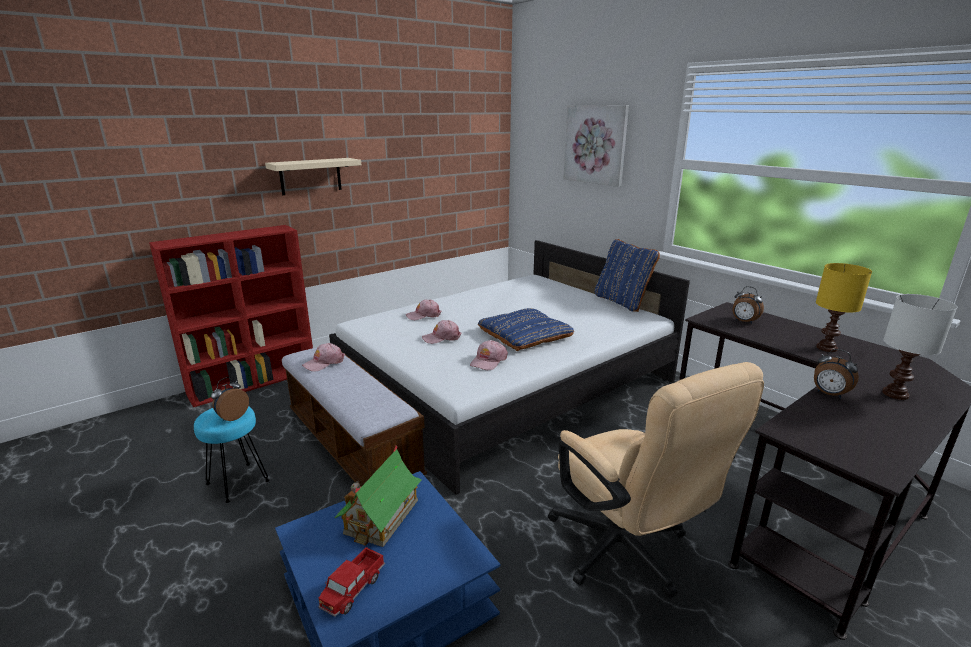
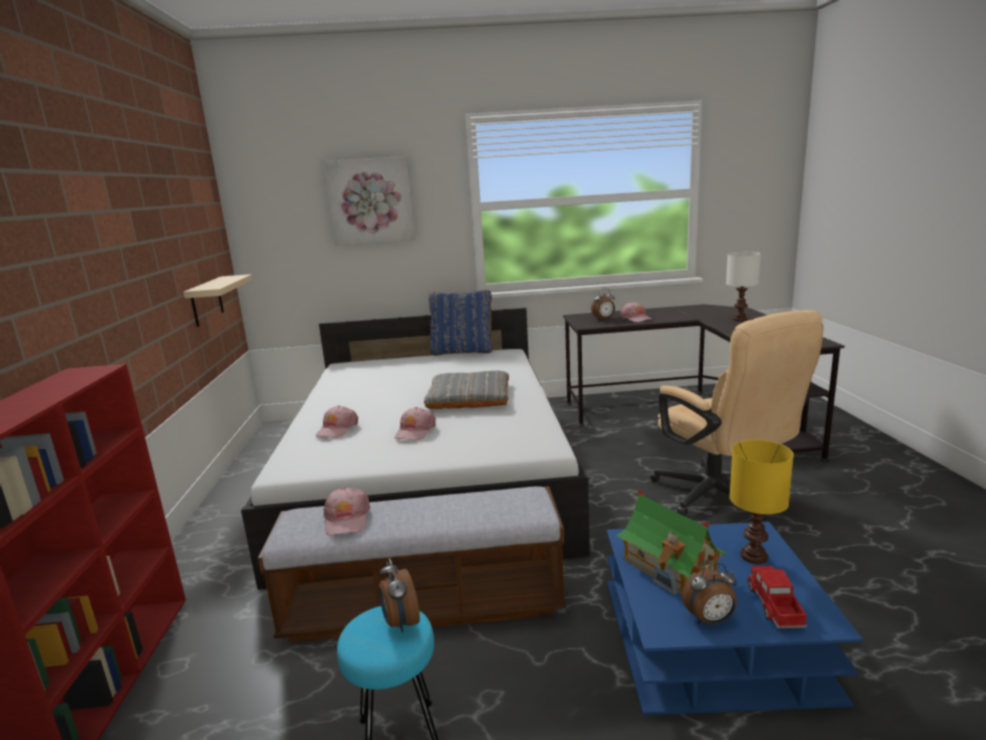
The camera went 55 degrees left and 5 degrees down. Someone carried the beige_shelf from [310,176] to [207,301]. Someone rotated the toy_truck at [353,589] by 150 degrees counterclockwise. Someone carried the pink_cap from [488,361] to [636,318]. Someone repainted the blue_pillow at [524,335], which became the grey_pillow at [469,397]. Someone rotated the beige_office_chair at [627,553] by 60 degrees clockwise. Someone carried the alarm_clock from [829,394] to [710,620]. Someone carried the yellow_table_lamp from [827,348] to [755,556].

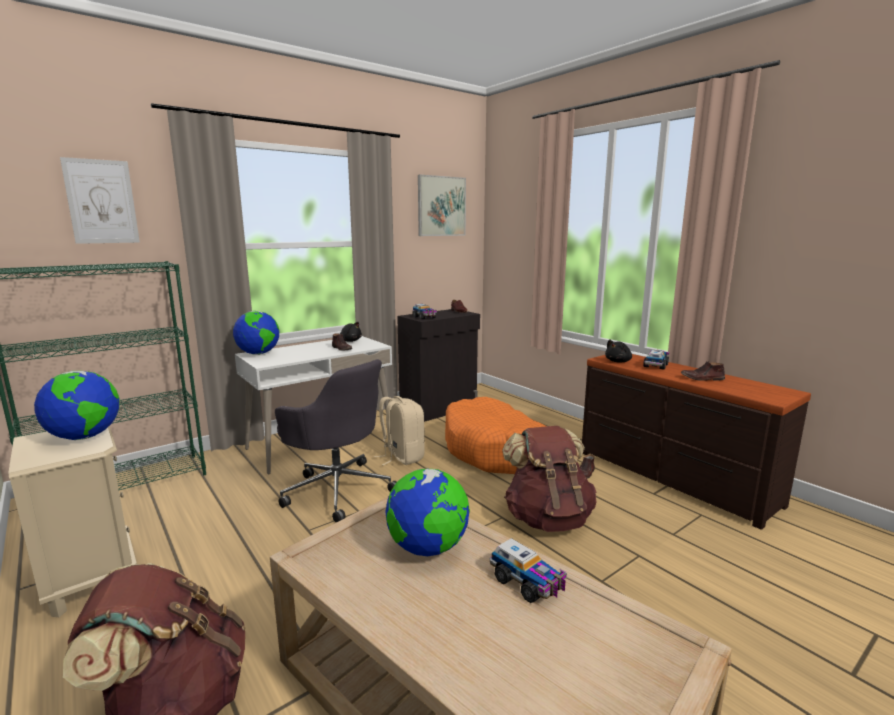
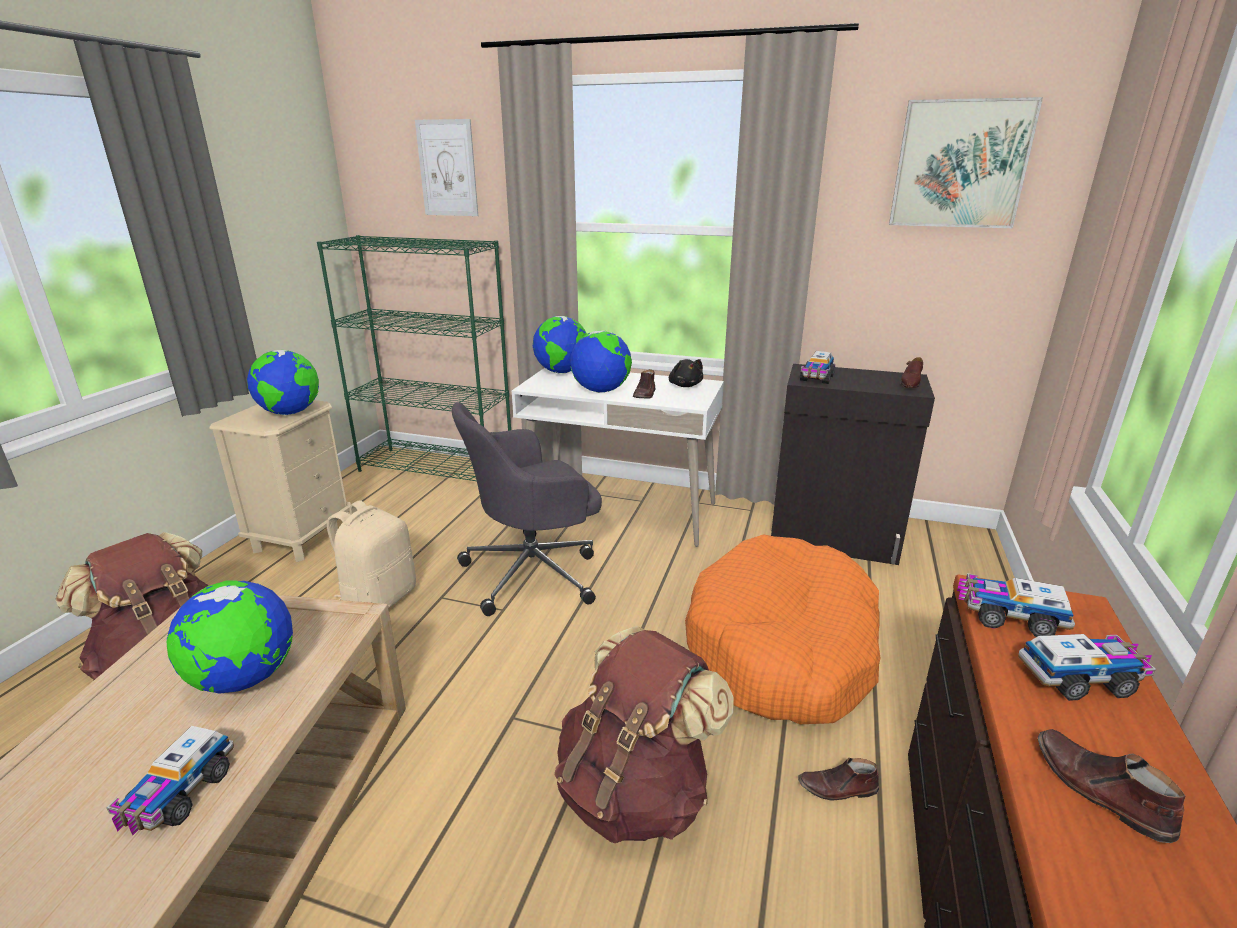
The camera went 55 degrees right and 10 degrees up. Someone rotated the grey_office_chair at [337,489] by 60 degrees clockwise. Someone carried the beige_backpack from [402,457] to [378,599]. Someone swapped the black_plush_toy at [619,361] for the toy_truck at [1008,617]. Someone put down the globe at [601,391].

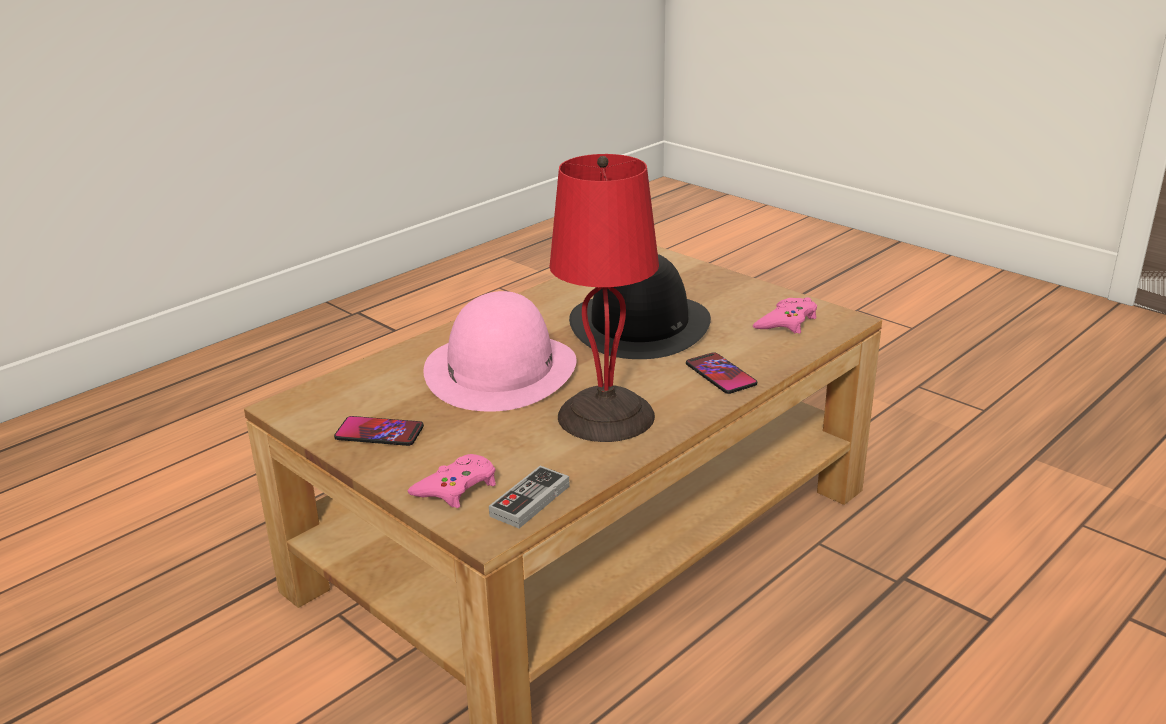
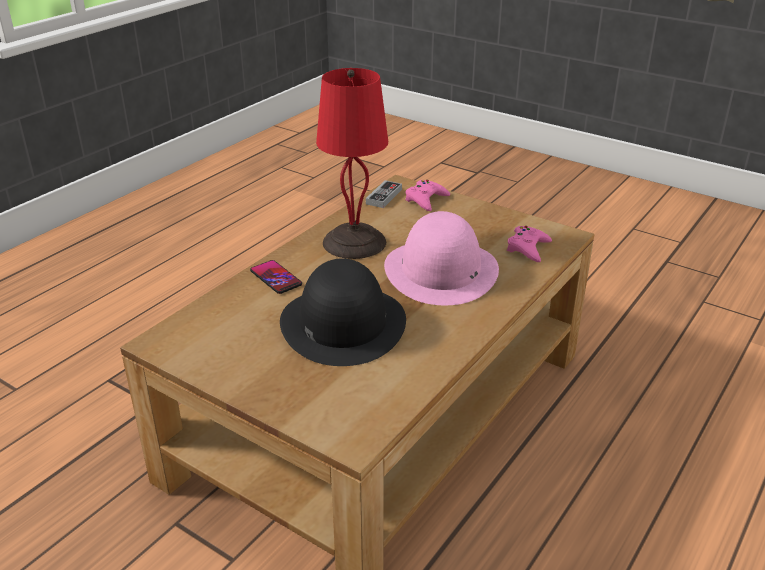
The camera went 170 degrees right and 5 degrees up. Someone took away the phone at [379,433]. Someone carried the pink_game_controller from [786,322] to [528,248].

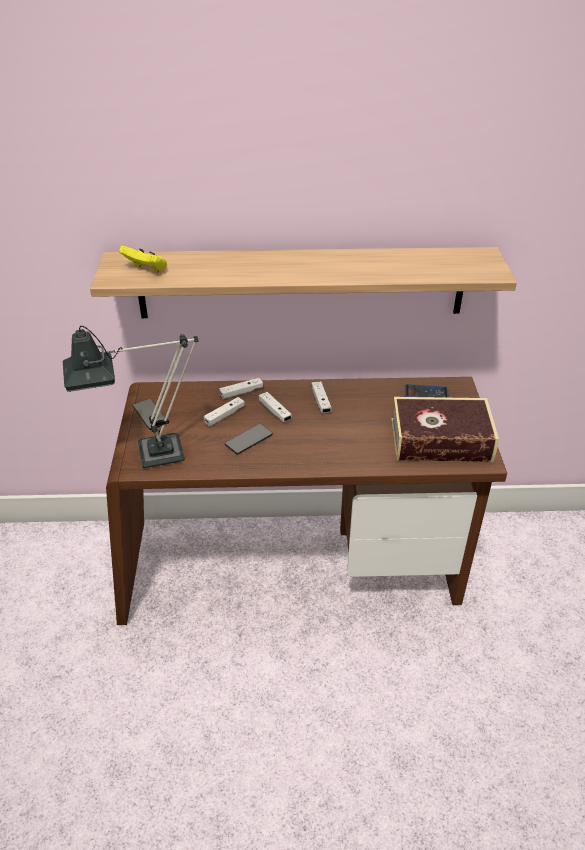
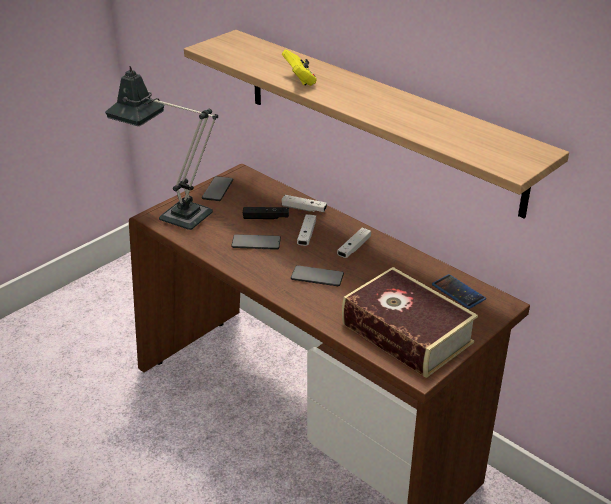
The camera went 45 degrees right and 5 degrees down. Someone carried the yellow_game_controller from [147,270] to [300,81]. Someone repainted the white_game_controller at [224,415], which became the black_game_controller at [266,217]. Someone put down the phone at [317,277].

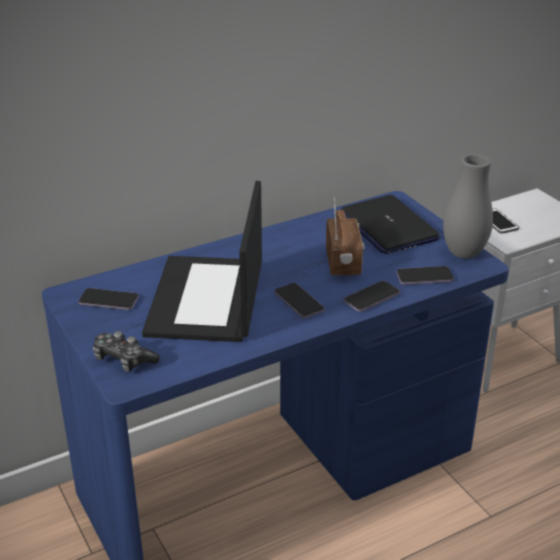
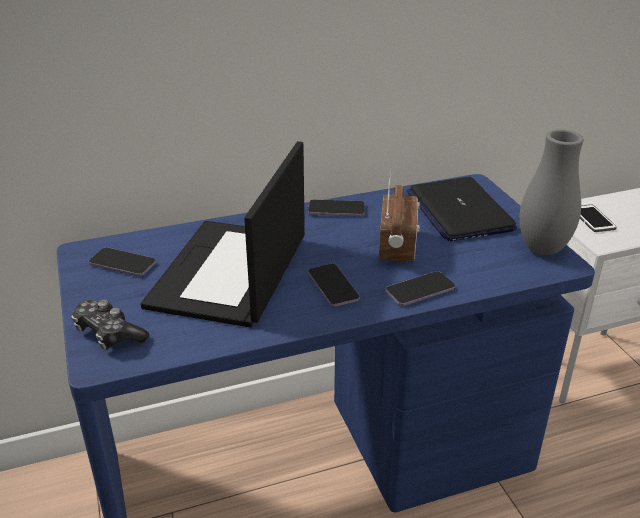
The camera went 10 degrees right and 0 degrees up. Someone carried the phone from [424,277] to [336,210].

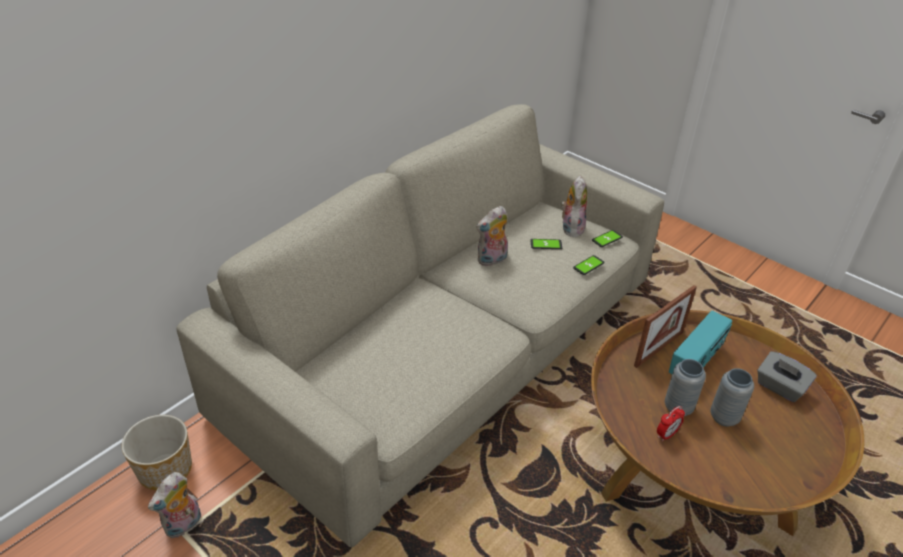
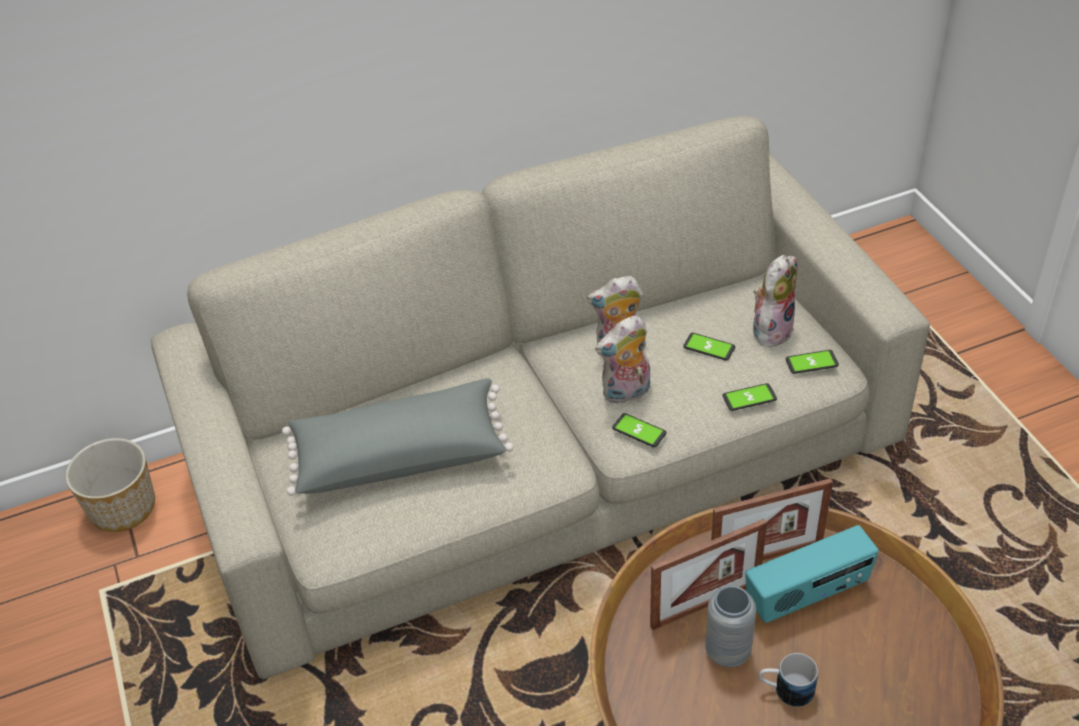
The camera went 30 degrees right and 5 degrees up. Someone carried the plush_toy from [183,526] to [626,393]. Someone took away the alarm_clock at [667,434]. Someone swapped the grey_vase at [724,417] for the mug at [785,690]. Someone took away the grey_tissue_box at [779,387]. Someone put down the grey_pillow at [399,454]. Someone put down the phone at [639,431]. Someone put down the picture_frame at [705,604].

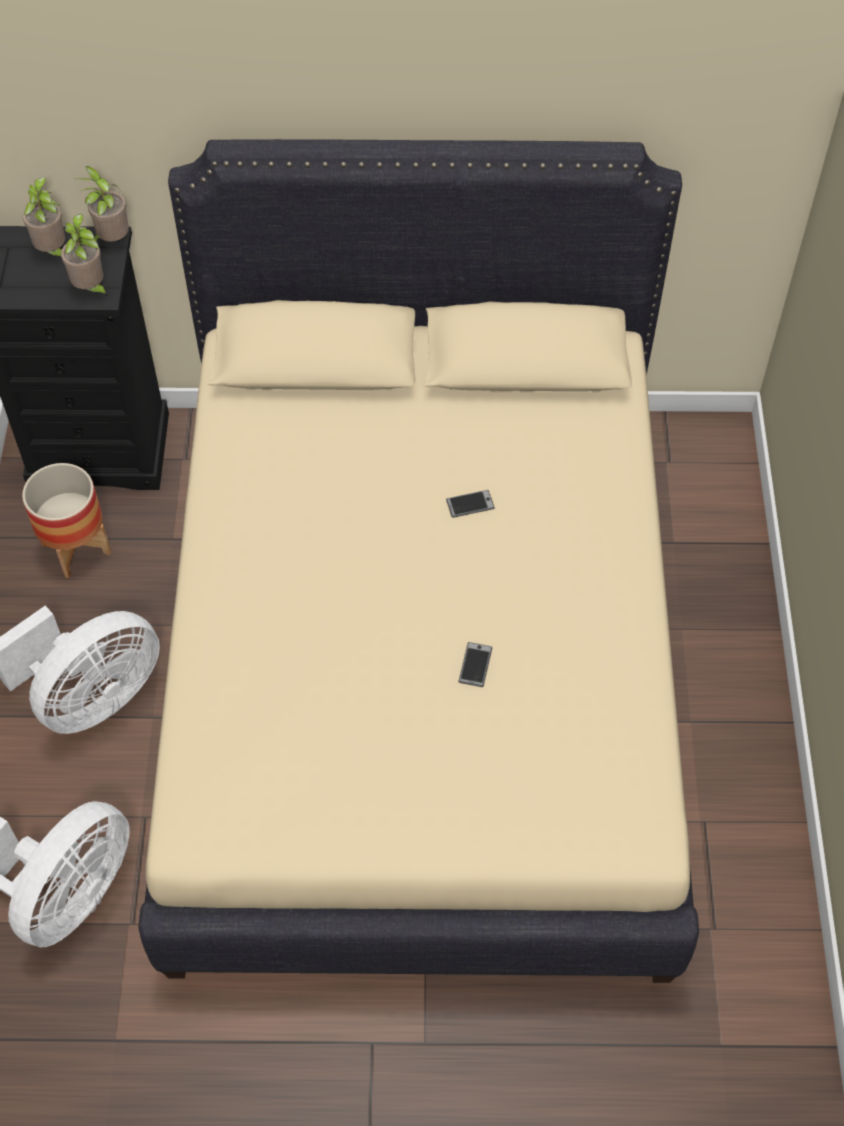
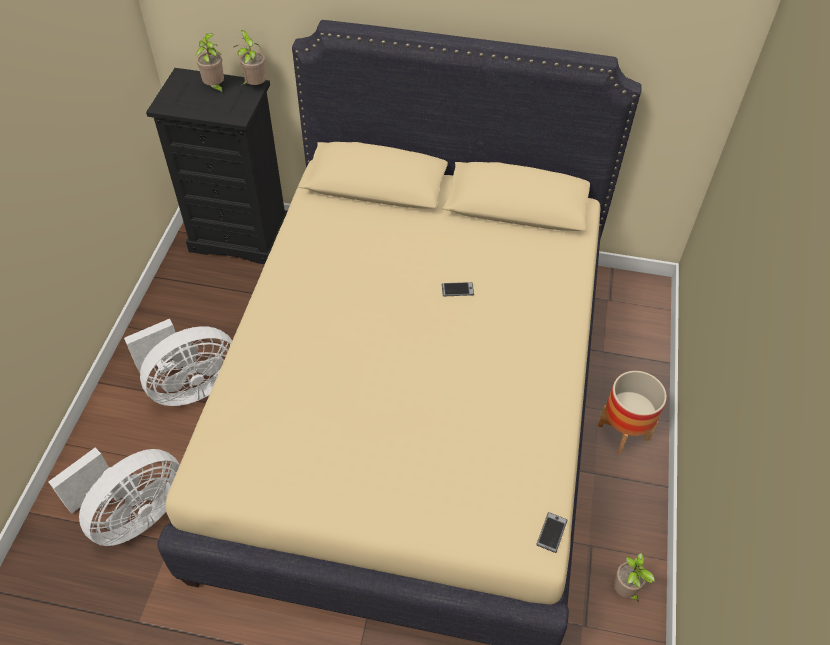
The camera went 10 degrees right and 5 degrees down. Someone carried the planter from [76,548] to [623,432]. Someone carried the potted_plant from [91,289] to [625,591]. Someone carried the phone from [475,665] to [551,532].

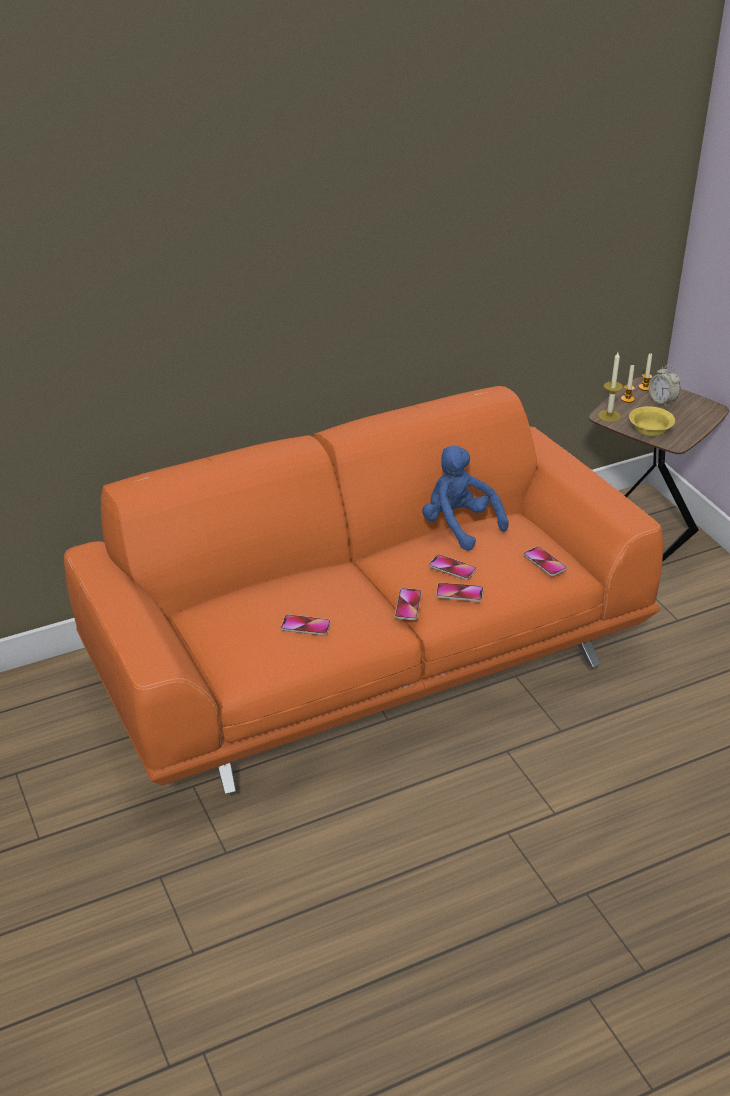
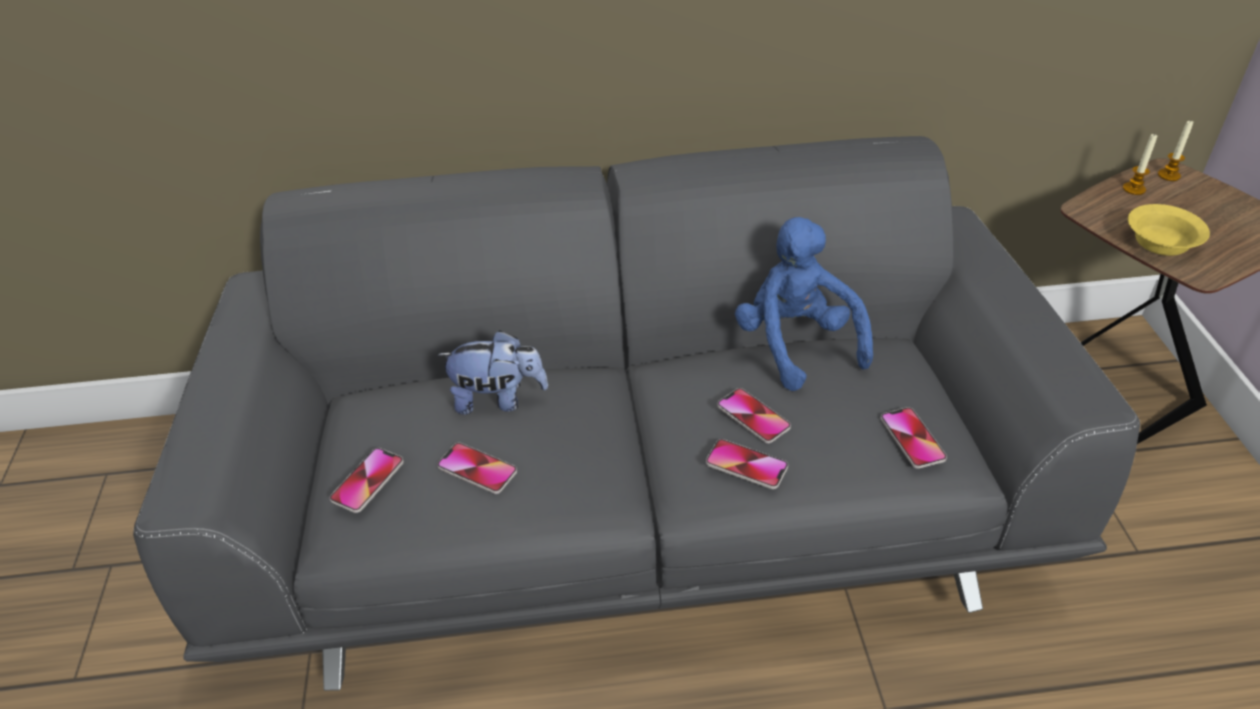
The camera went 20 degrees right and 5 degrees up. Someone repainted the orange_sofa at [366,658], which became the grey_sofa at [638,503]. Someone carried the phone from [408,605] to [367,481]. Someone took away the candle at [609,416]. Someone took away the alarm_clock at [662,401]. Someone put down the plush_toy at [498,399].

